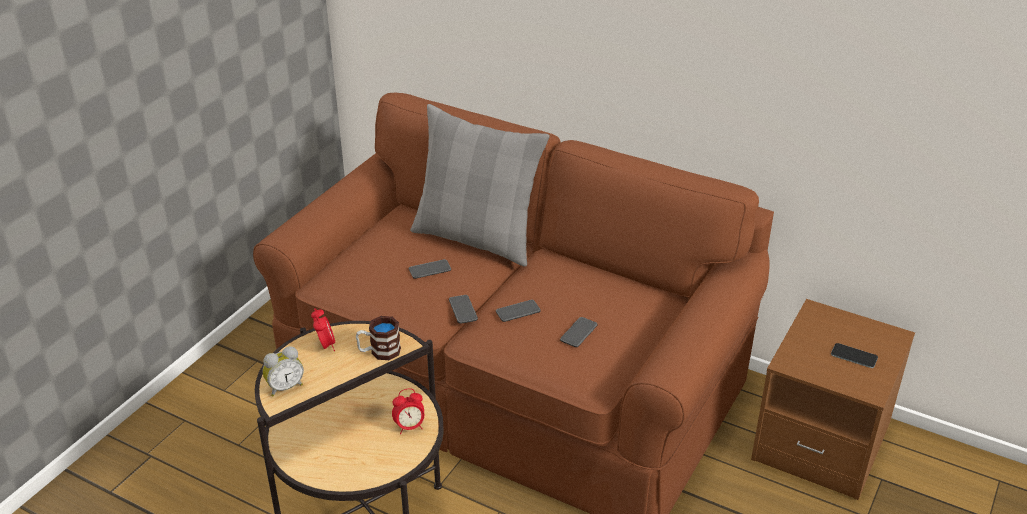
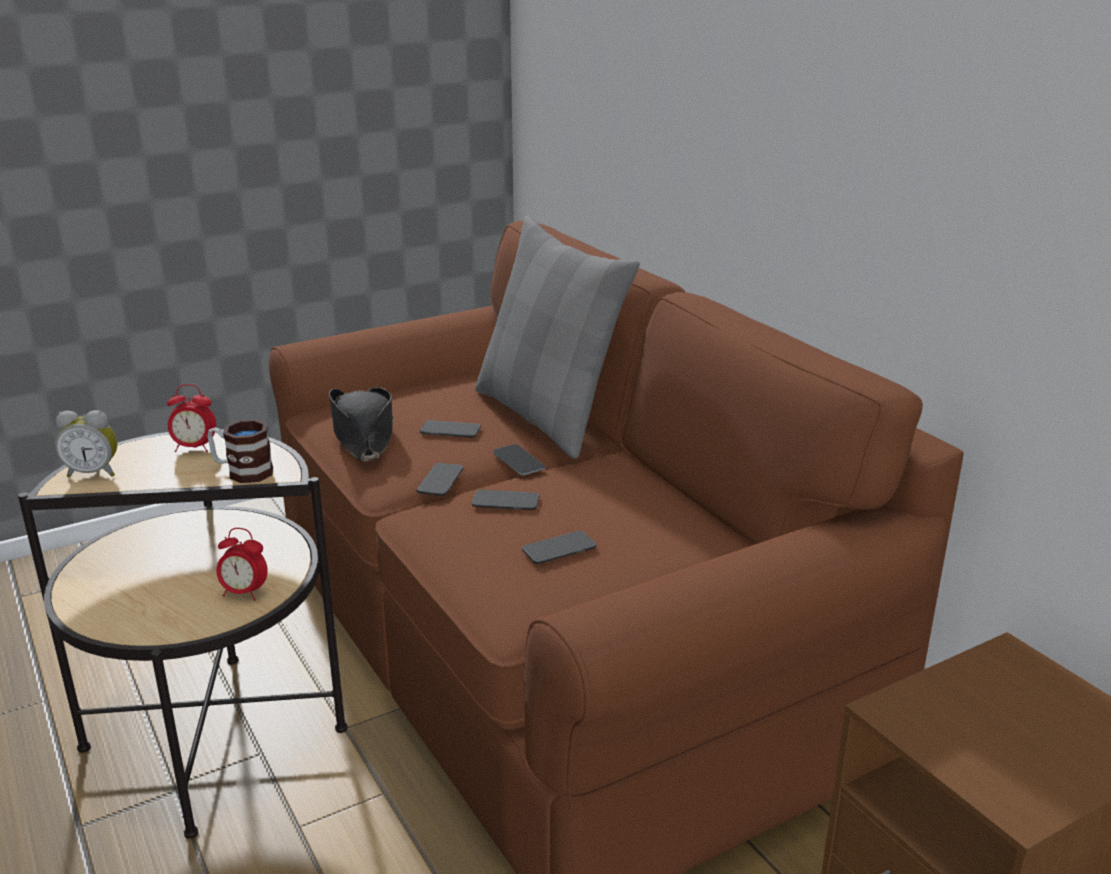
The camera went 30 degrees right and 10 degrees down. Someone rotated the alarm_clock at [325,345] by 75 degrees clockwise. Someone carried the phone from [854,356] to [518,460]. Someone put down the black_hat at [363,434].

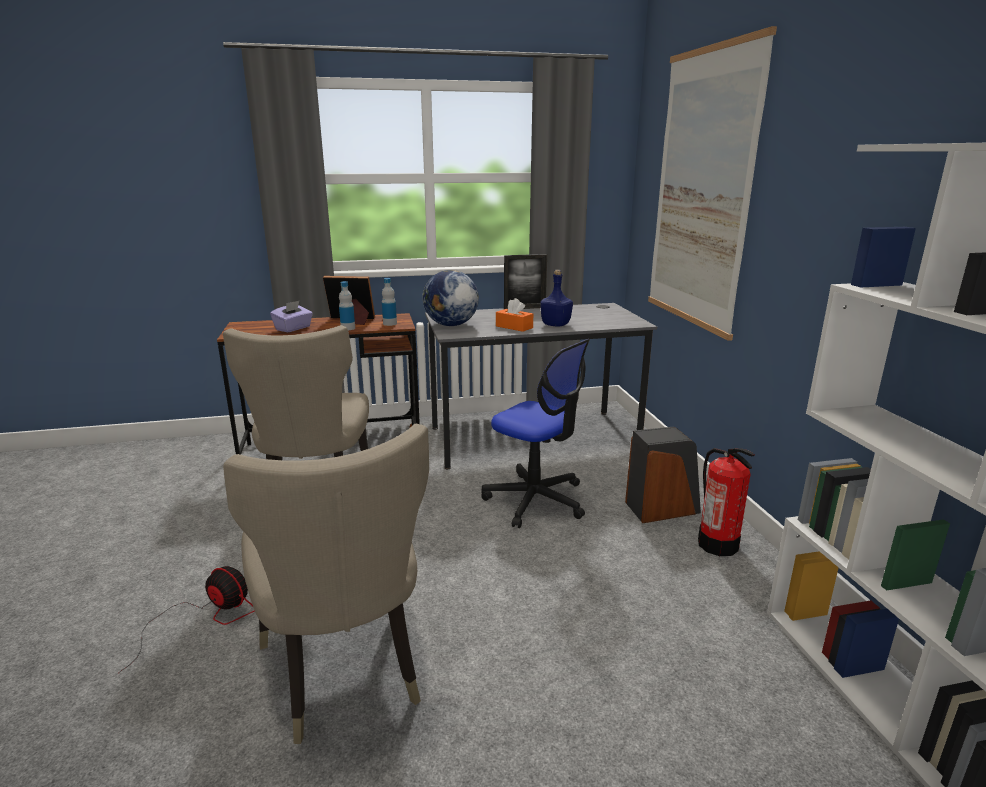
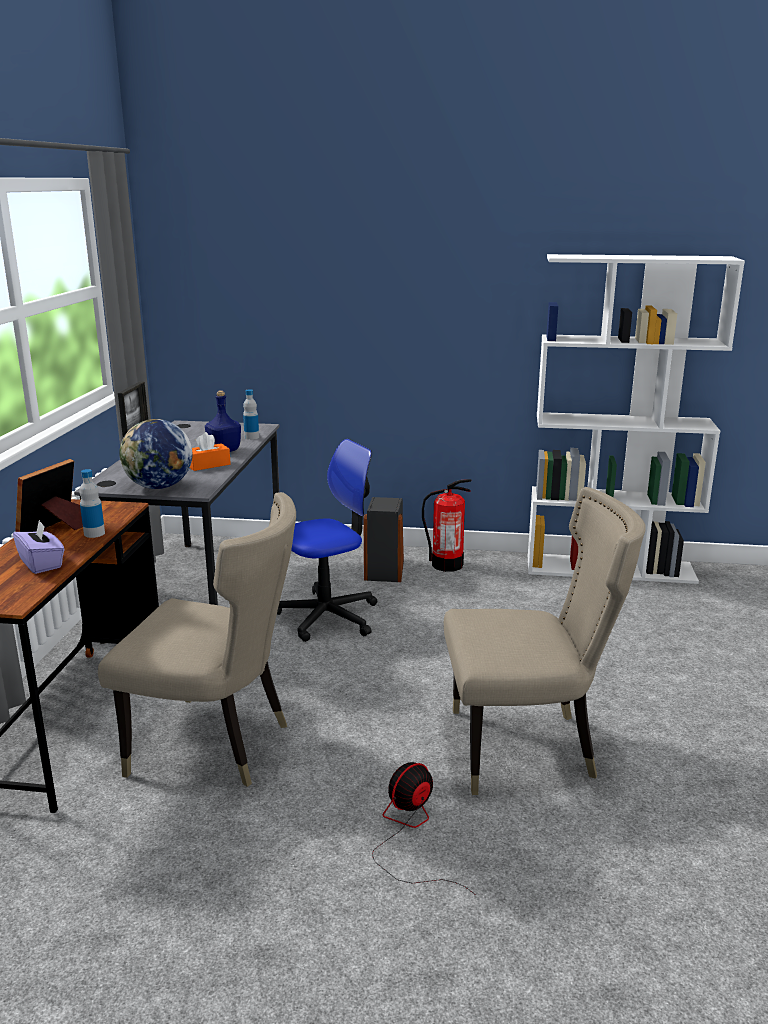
The camera went 70 degrees left and 0 degrees up. Someone carried the bottle from [390,324] to [251,437]. Someone took away the picture at [701,191].

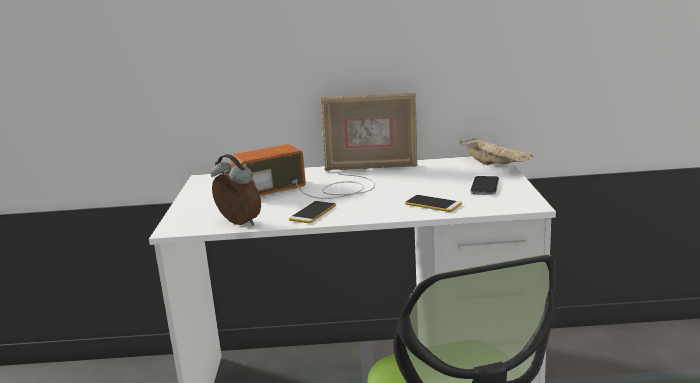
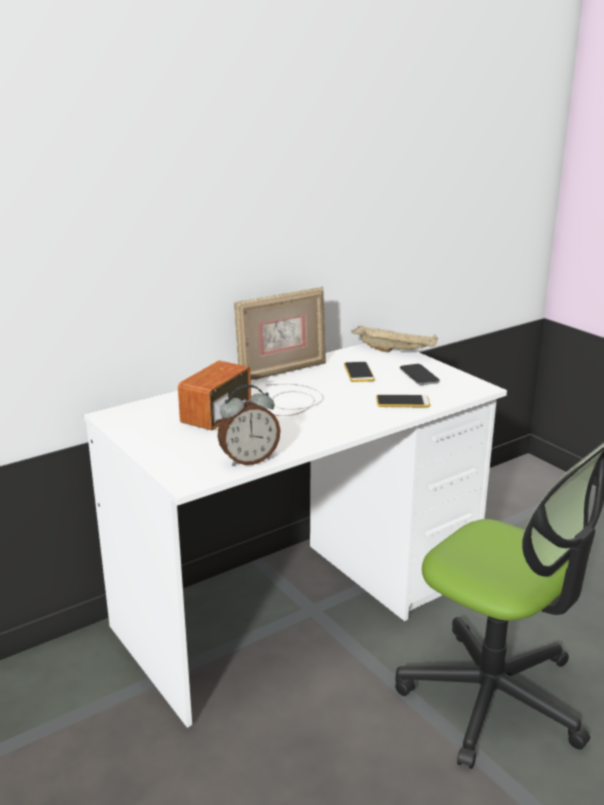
The camera went 35 degrees left and 5 degrees up. Someone rotated the alarm_clock at [238,223] by 150 degrees clockwise. Someone carried the phone from [313,213] to [359,372].

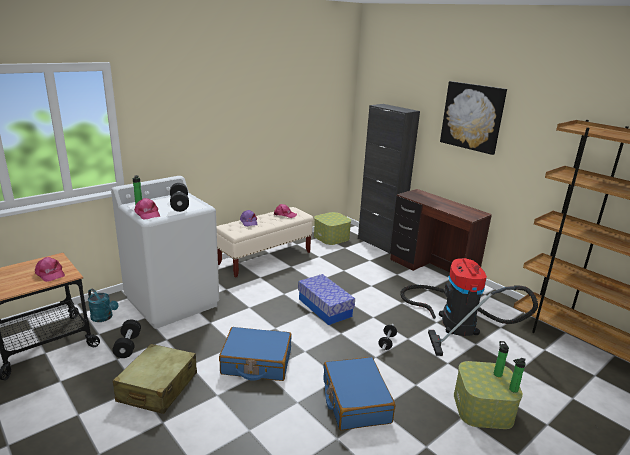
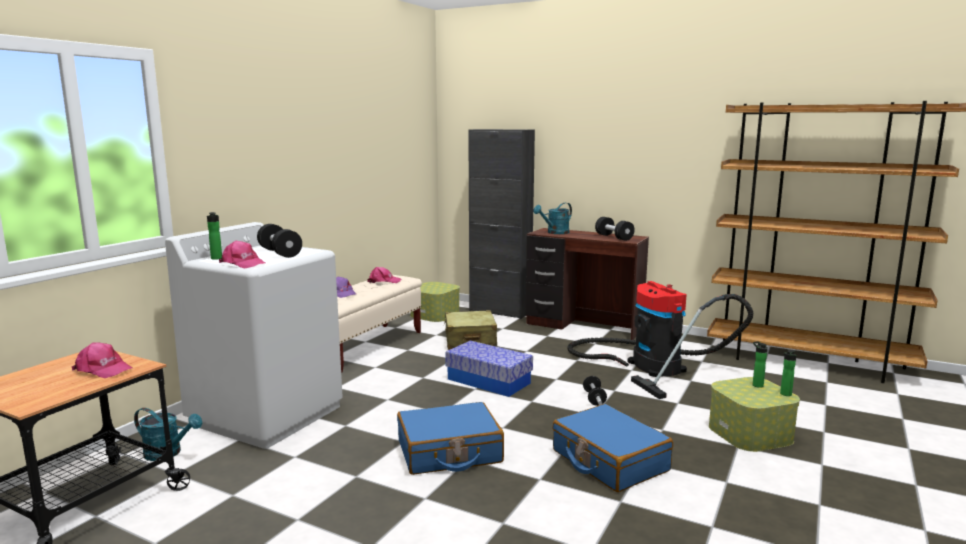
The camera went 20 degrees left and 10 degrees down. Someone carried the black_dumbbell from [128,346] to [614,237]. Someone carried the beige_suitcase from [157,387] to [470,341]. Someone took away the picture at [472,117]. Someone put down the turquoise_watering_can at [555,233].

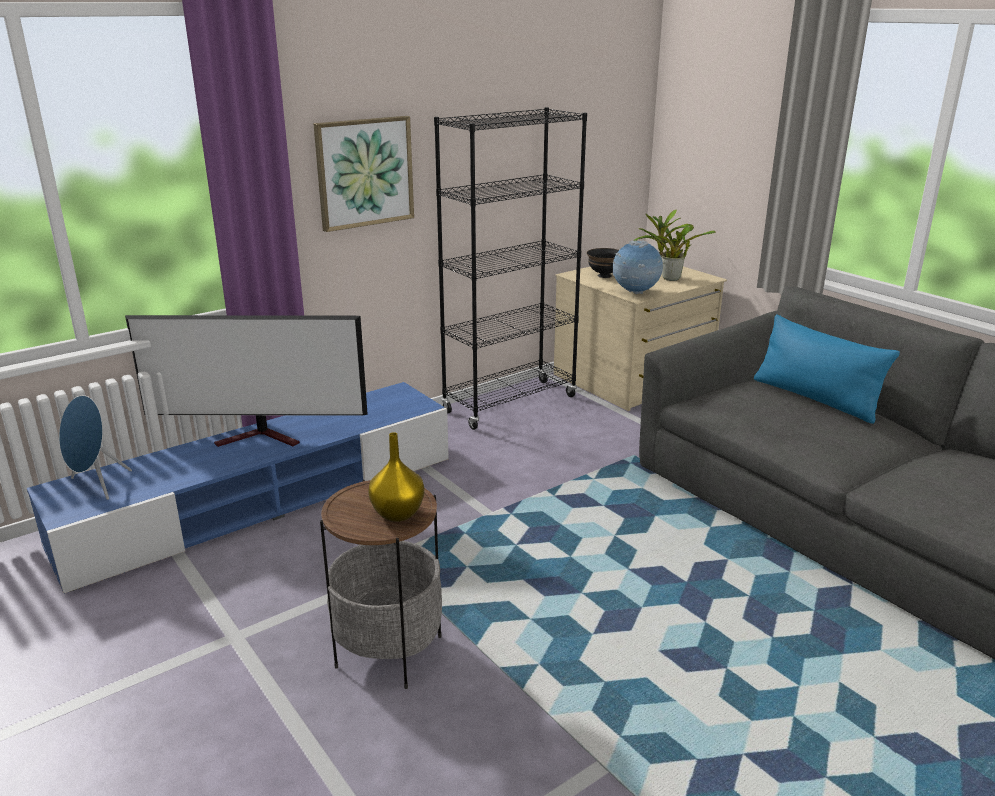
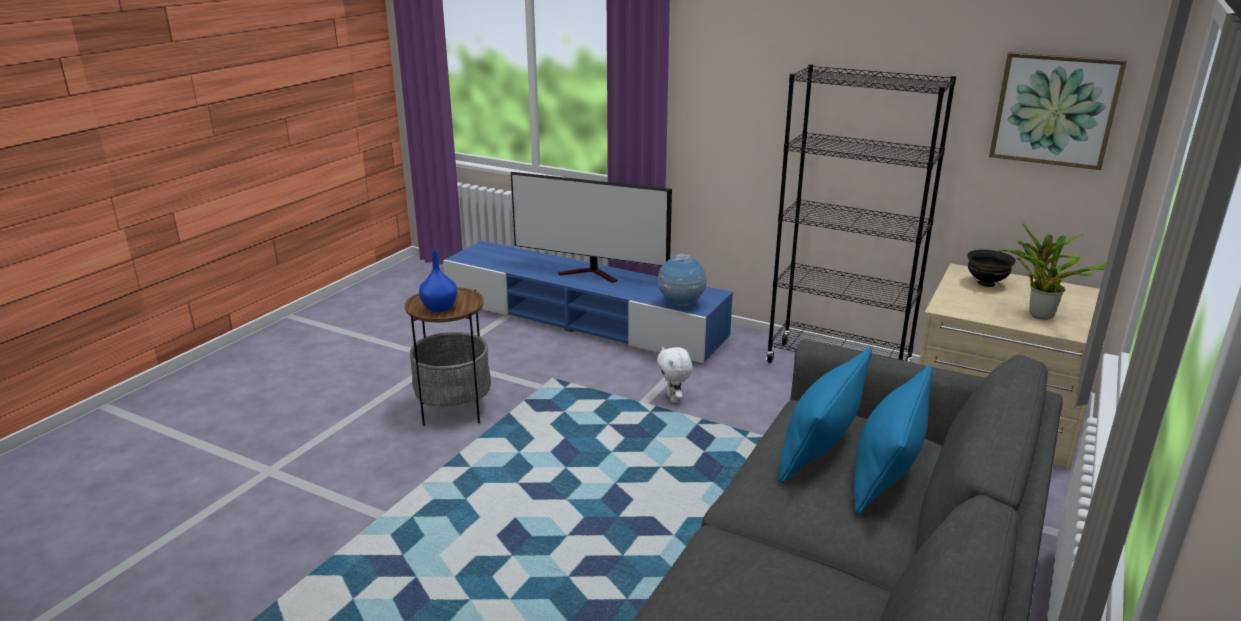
The camera went 65 degrees right and 0 degrees up. Someone took away the blue_speaker at [97,486]. Someone rotated the television at [262,437] by 45 degrees counterclockwise. Someone carried the picture from [364,172] to [1055,110]. Someone repainted the yellow_vase at [396,514], which became the blue_vase at [439,308]. Someone carried the globe from [635,293] to [681,304]. Someone put down the white_plush_toy at [674,399]. Someone put down the blue_pillow at [820,446].

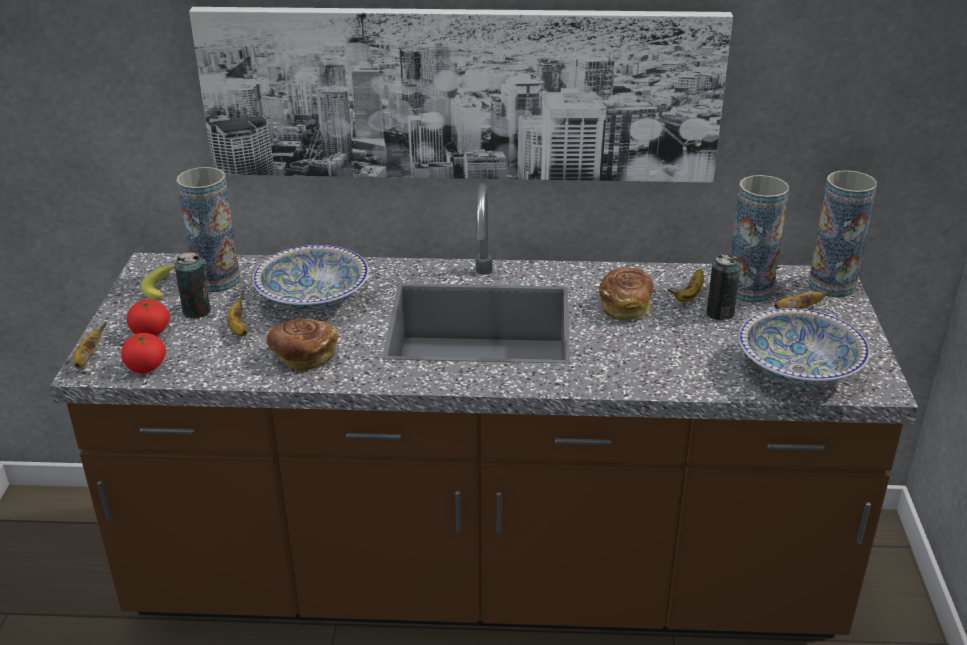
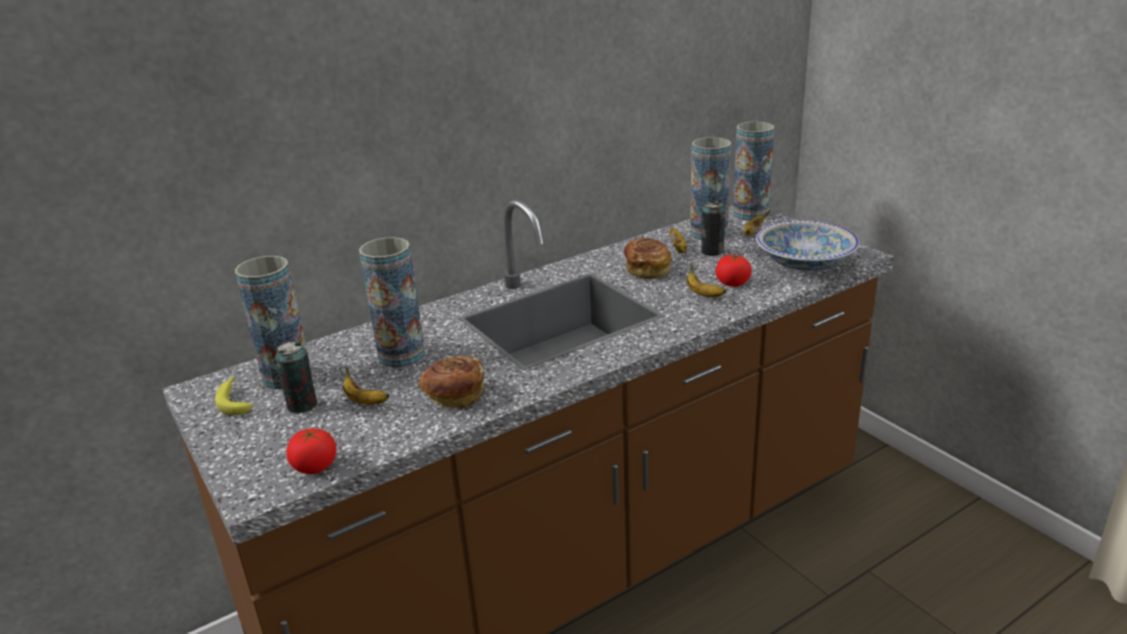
The camera went 35 degrees left and 5 degrees down. Someone carried the banana from [88,358] to [702,294]. Someone carried the tomato from [150,332] to [732,283]. Someone took away the picture at [460,94]. Someone swapped the bowl at [313,299] for the vase at [401,355].

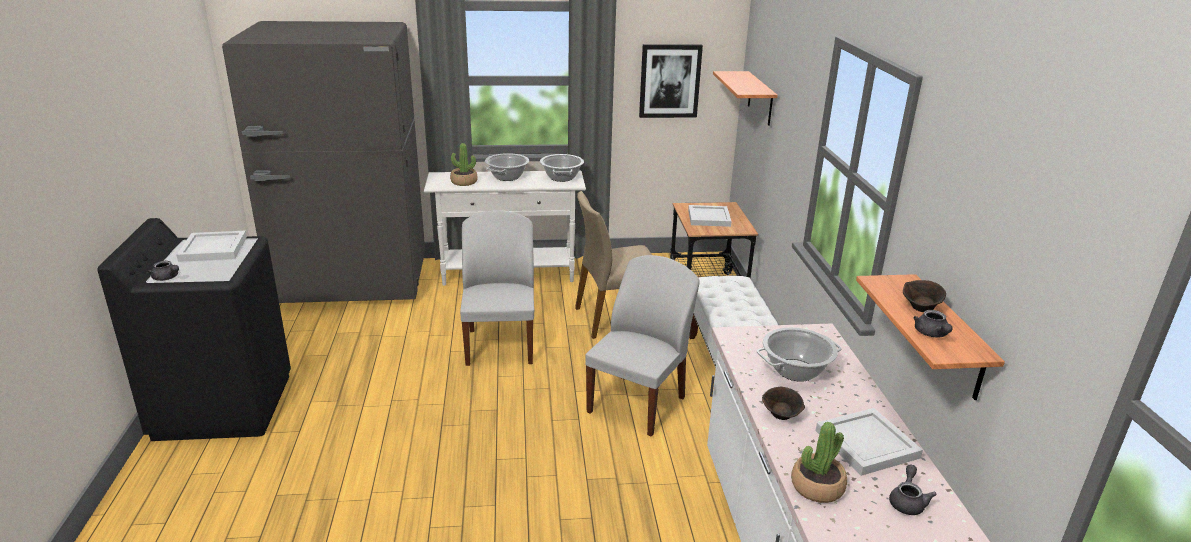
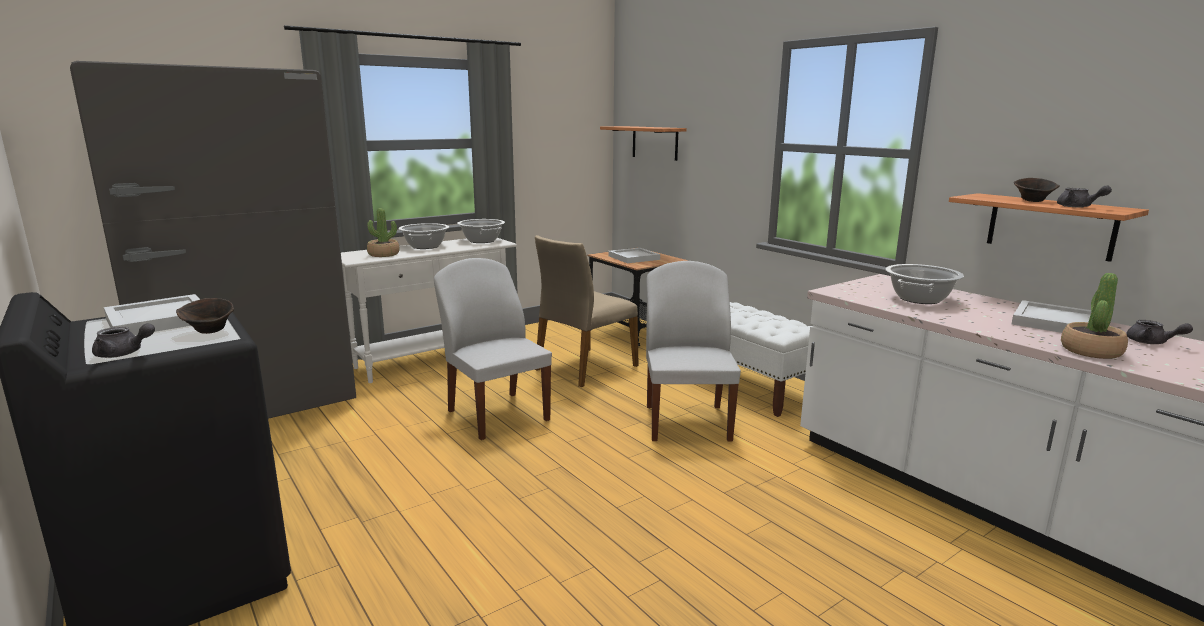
The camera went 30 degrees left and 10 degrees down. Someone took away the picture at [669,81]. Someone carried the brown_bowl from [781,416] to [210,331]. Someone rotated the grey_teapot at [907,501] by 150 degrees clockwise.

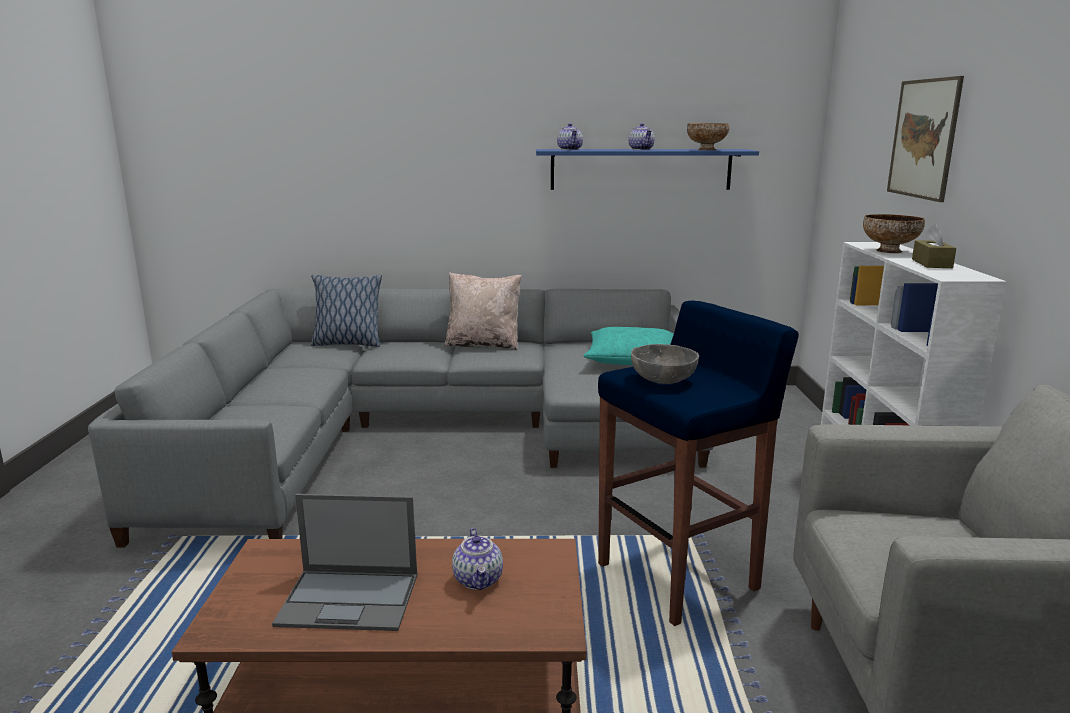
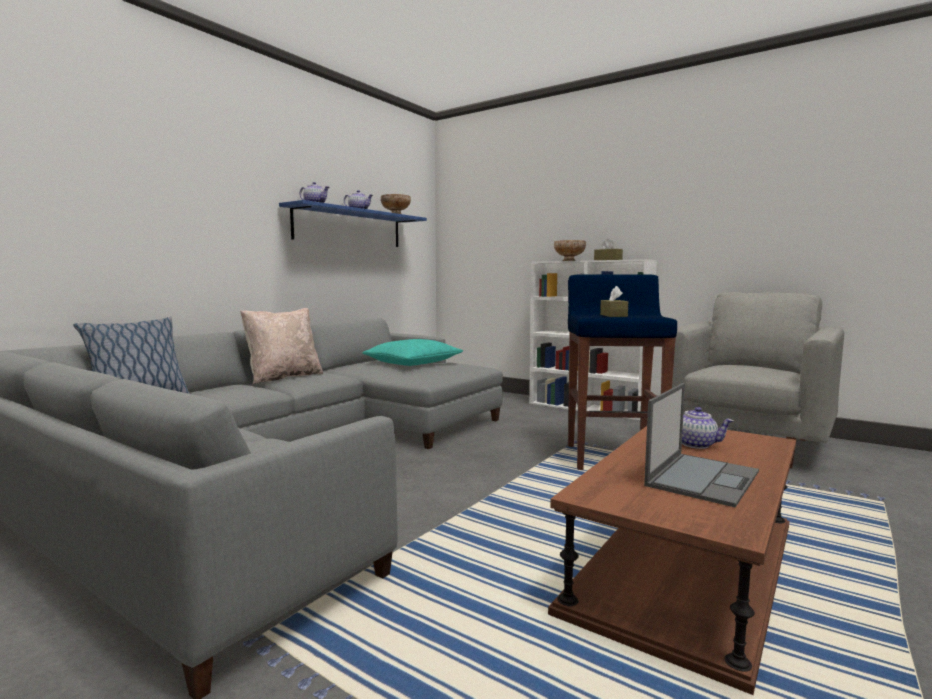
The camera went 55 degrees left and 10 degrees down. Someone swapped the grey_bowl at [663,379] for the brown_tissue_box at [613,315]. Someone took away the picture at [923,138].

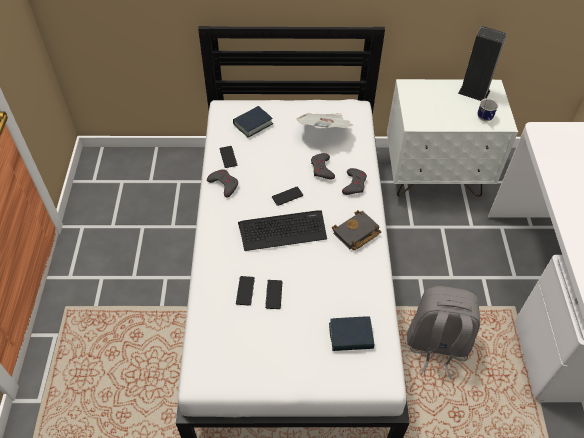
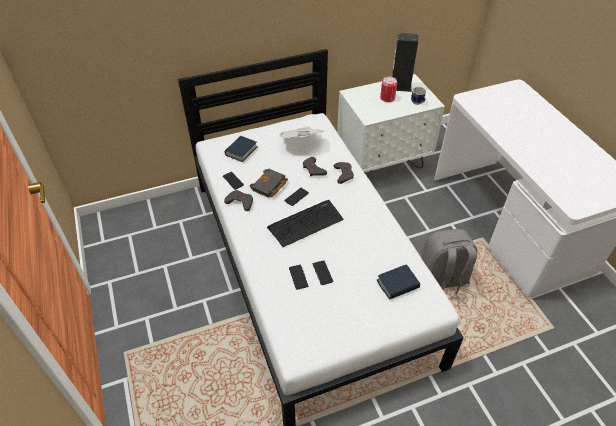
The camera went 20 degrees left and 5 degrees down. Someone carried the black_book from [356,234] to [269,186]. Someone put down the can at [387,98].

